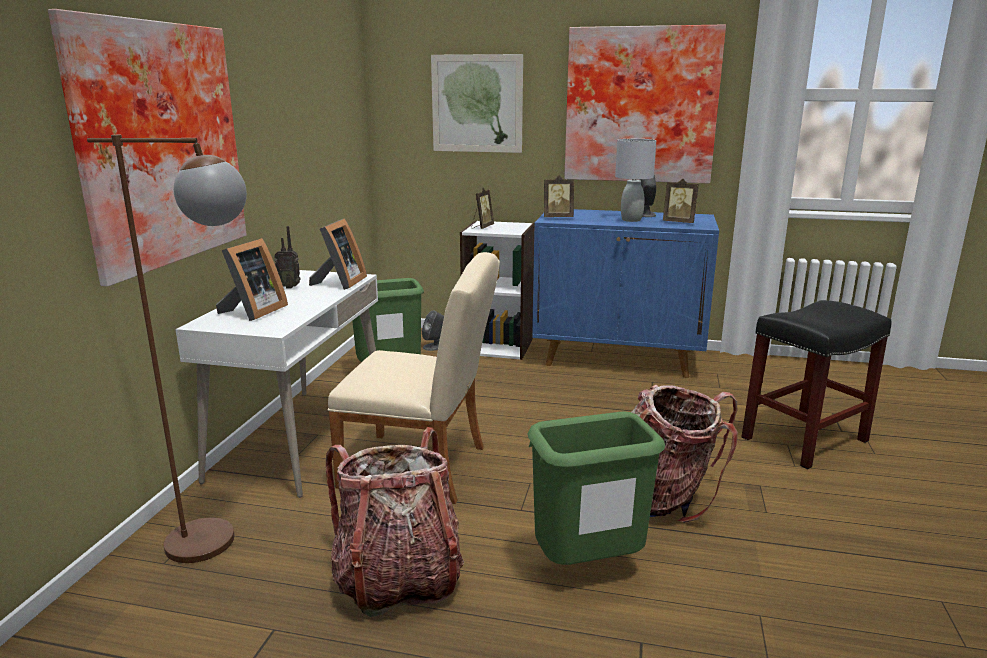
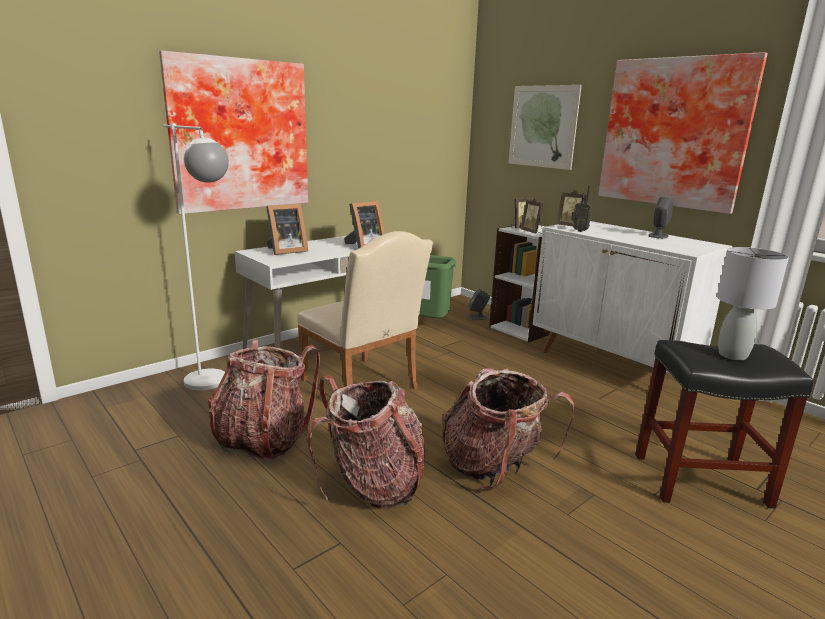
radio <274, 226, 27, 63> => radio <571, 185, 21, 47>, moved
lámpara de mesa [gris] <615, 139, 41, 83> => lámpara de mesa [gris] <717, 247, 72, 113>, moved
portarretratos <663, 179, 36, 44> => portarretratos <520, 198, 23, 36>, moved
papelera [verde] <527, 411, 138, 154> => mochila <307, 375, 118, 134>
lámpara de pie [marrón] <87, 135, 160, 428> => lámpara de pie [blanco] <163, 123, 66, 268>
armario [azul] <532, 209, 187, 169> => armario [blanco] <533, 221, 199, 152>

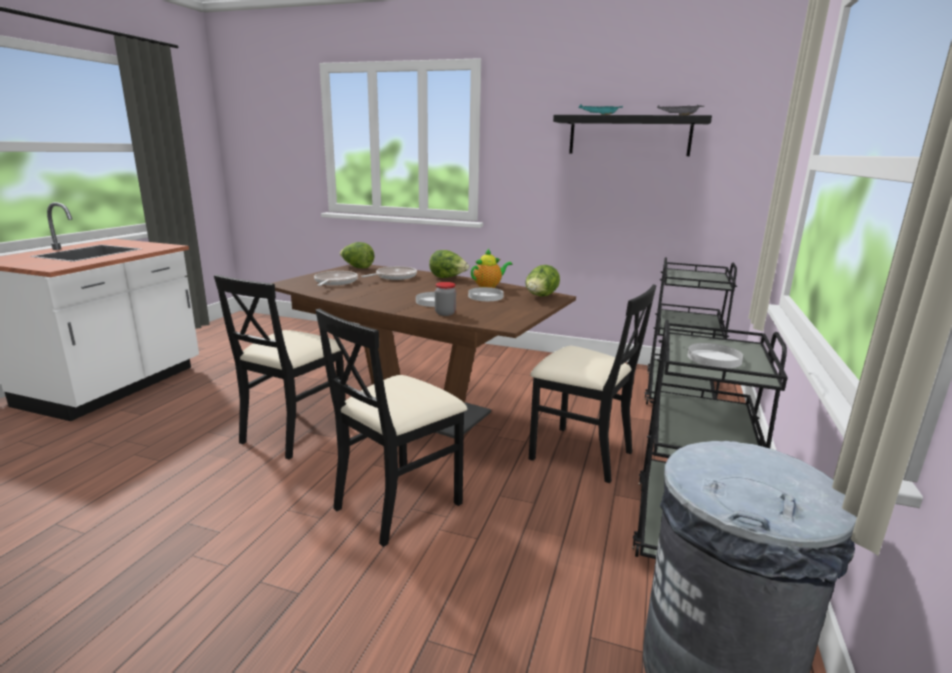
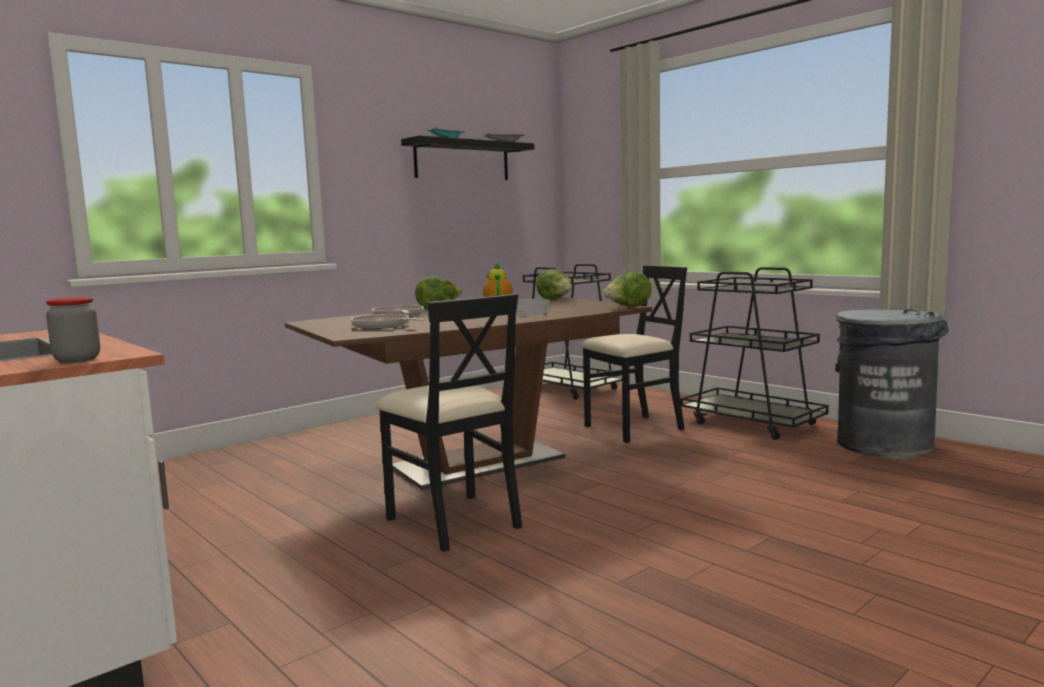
silla [negro] <315, 309, 152, 238> => nothing
lechuga <340, 242, 35, 27> => lechuga <603, 272, 49, 35>, moved
tarro <435, 282, 21, 34> => tarro <46, 297, 54, 66>, moved

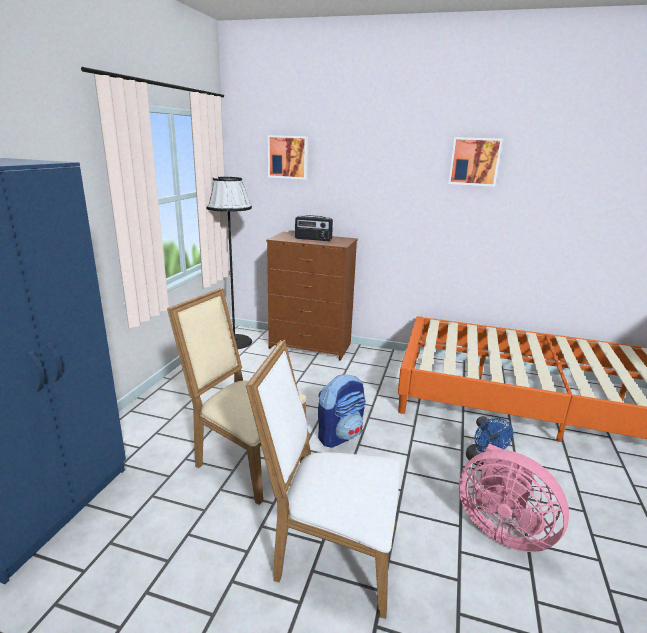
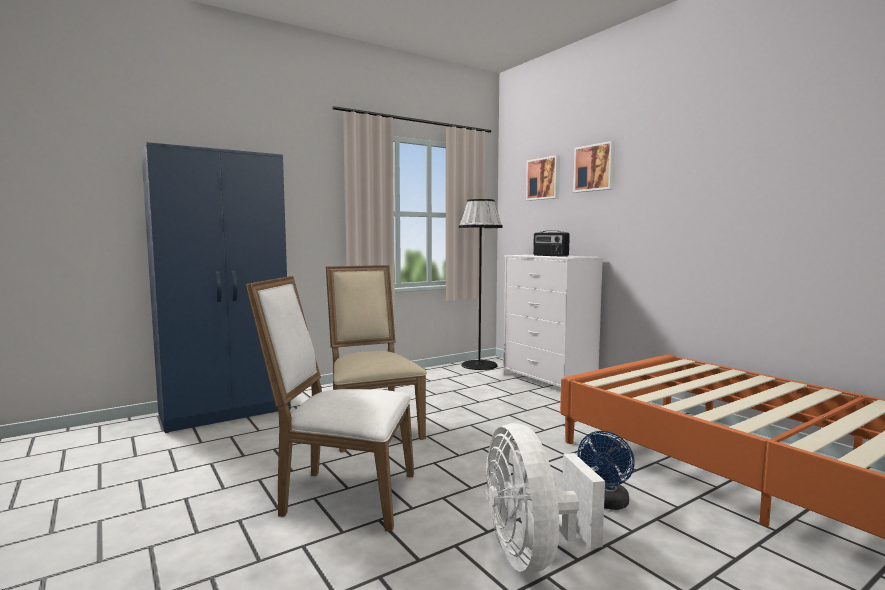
mochila <318, 374, 48, 74> => nothing
cuadro <448, 137, 55, 50> => cuadro <573, 141, 42, 52>, moved
cómoda [marrón] <266, 232, 92, 129> => cómoda [blanco] <503, 255, 100, 132>
ventilador [rosa] <459, 444, 110, 108> => ventilador [blanco] <486, 423, 119, 150>
silla [blanco] <246, 340, 154, 279> => silla [blanco] <245, 276, 169, 256>, 45 degrees counterclockwise

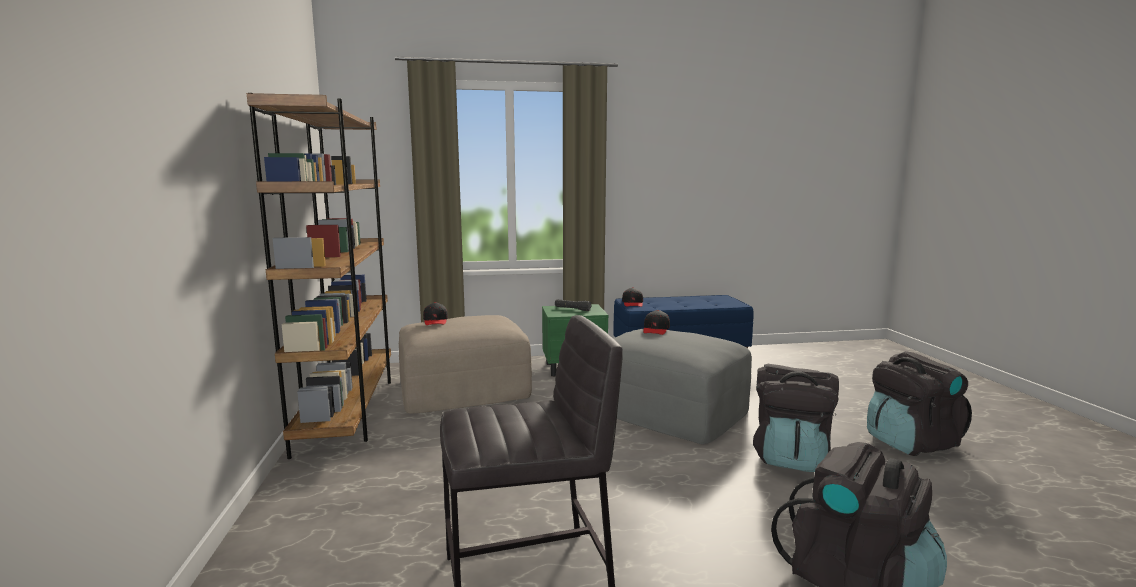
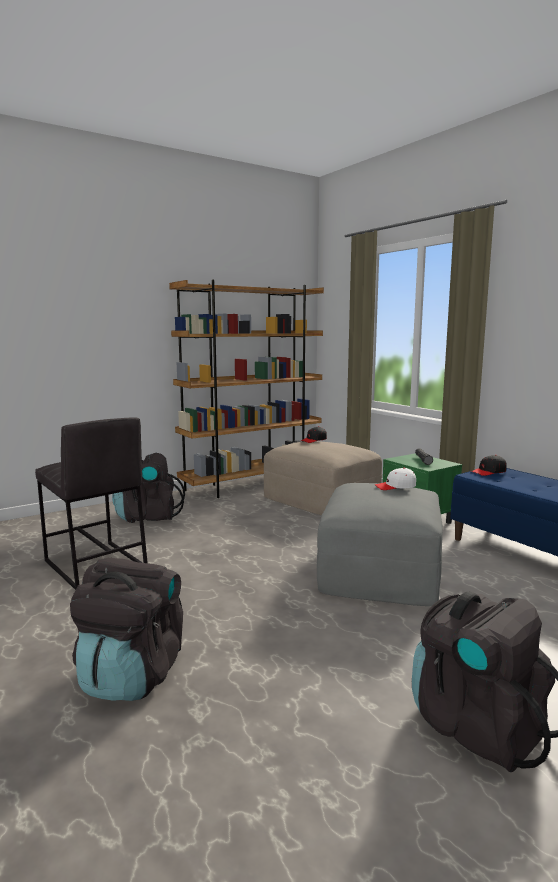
mochila [negro] <753, 364, 86, 108> => mochila [negro] <112, 453, 73, 70>, moved
gorra [negro] <643, 310, 27, 25> => gorra [blanco] <375, 468, 41, 22>

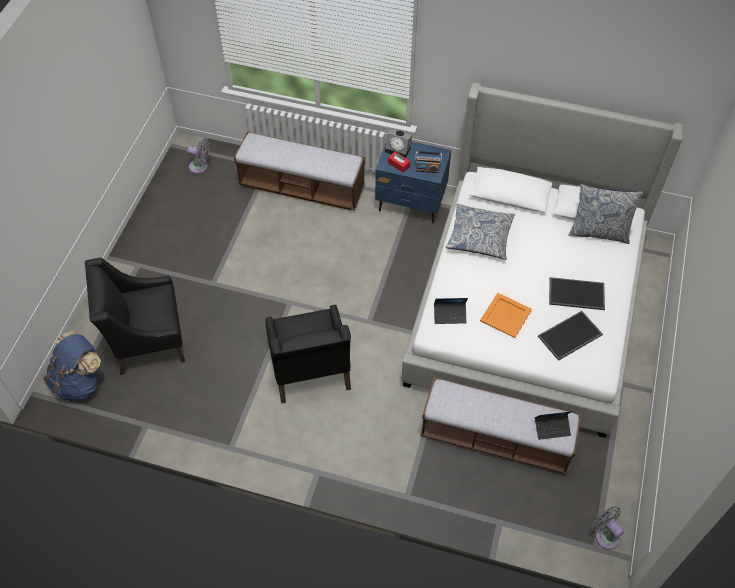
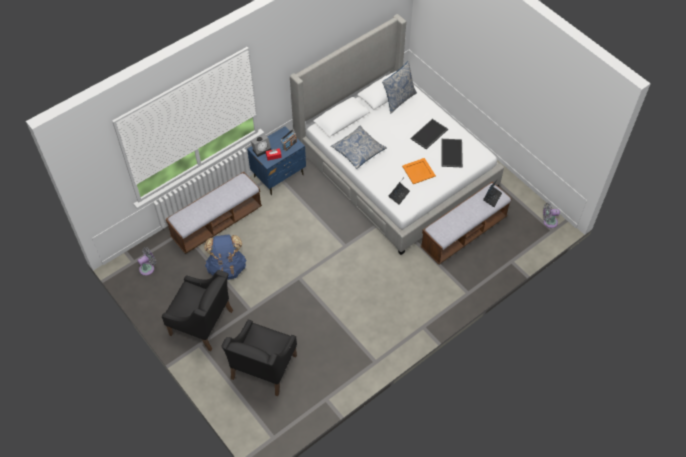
mochila [azul] <44, 330, 57, 71> => mochila [azul] <204, 235, 42, 45>, moved
sillón [negro] <265, 305, 86, 99> => sillón [negro] <162, 270, 71, 81>, moved

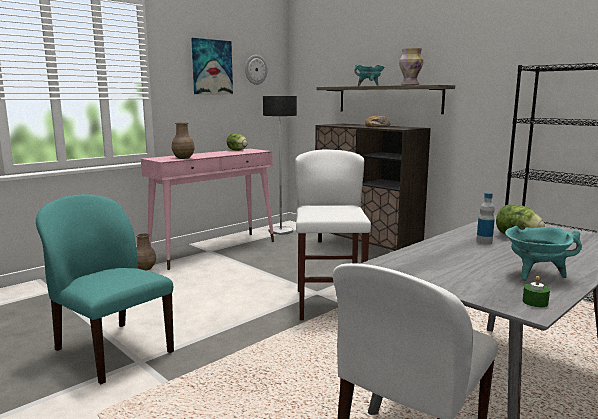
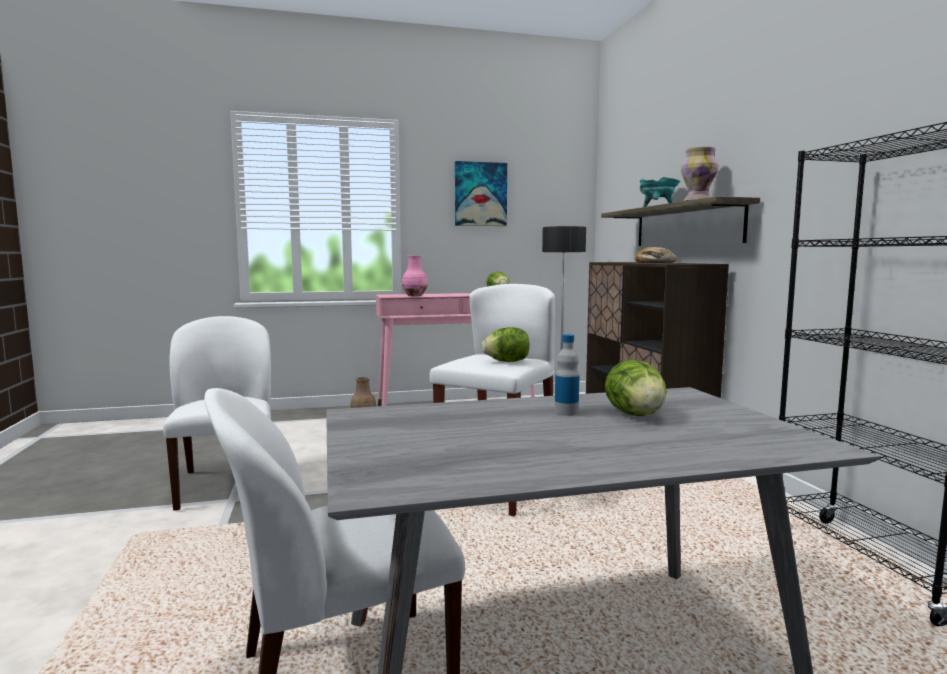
reloj de pared <245, 55, 23, 30> => nothing
olla [turquesa] <505, 226, 77, 55> => nothing
vela [verde] <522, 276, 28, 31> => nothing
nothing => lechuga <482, 327, 48, 35>
silla [turquesa] <36, 194, 138, 190> => silla [blanco] <163, 316, 108, 194>
florero [marrón] <172, 123, 23, 36> => florero [rosa] <402, 255, 26, 41>

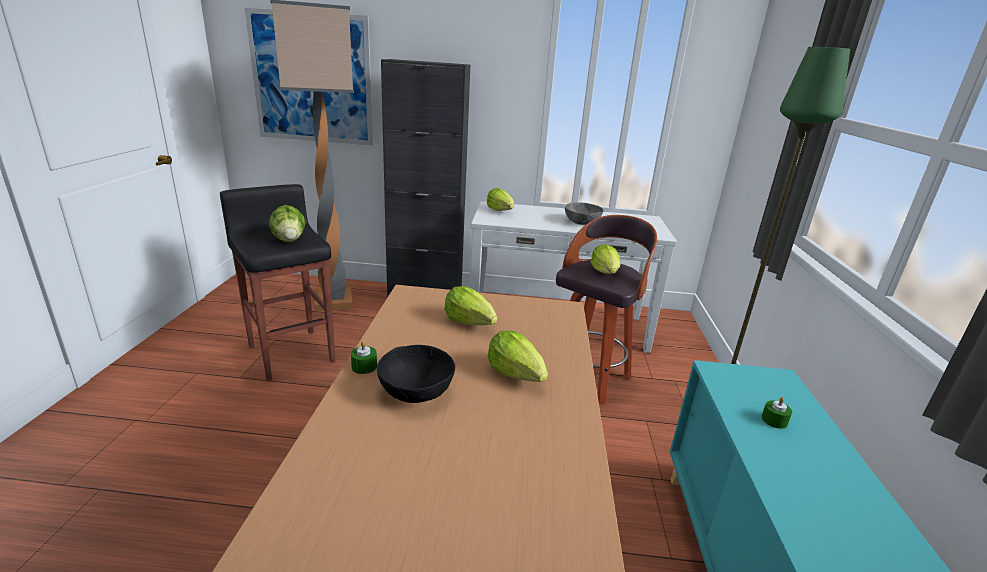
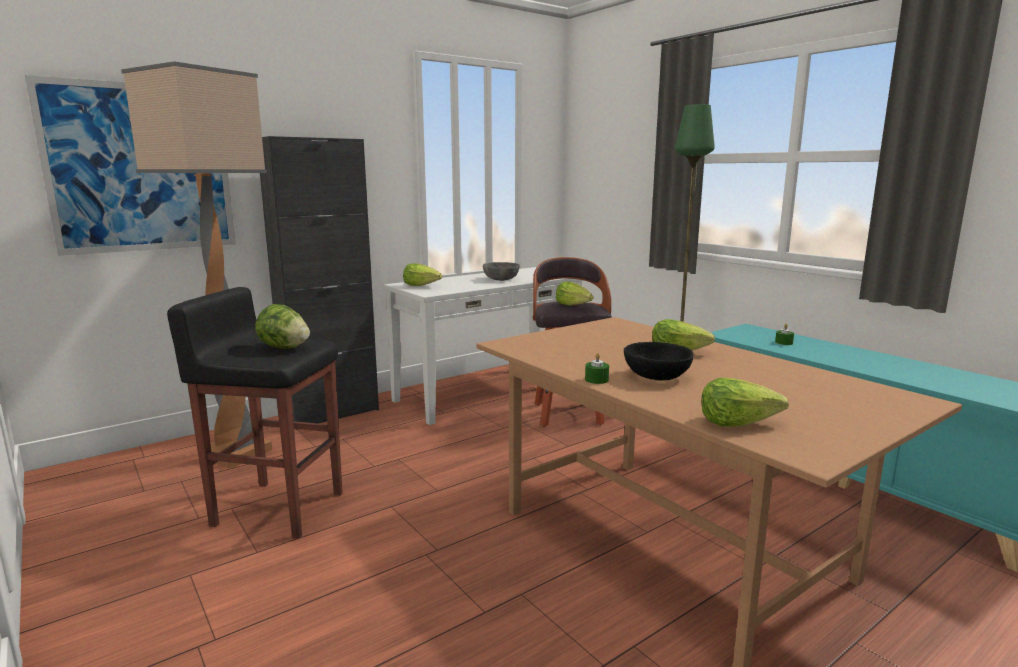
lechuga <444, 286, 54, 39> => lechuga <701, 378, 88, 48>, moved

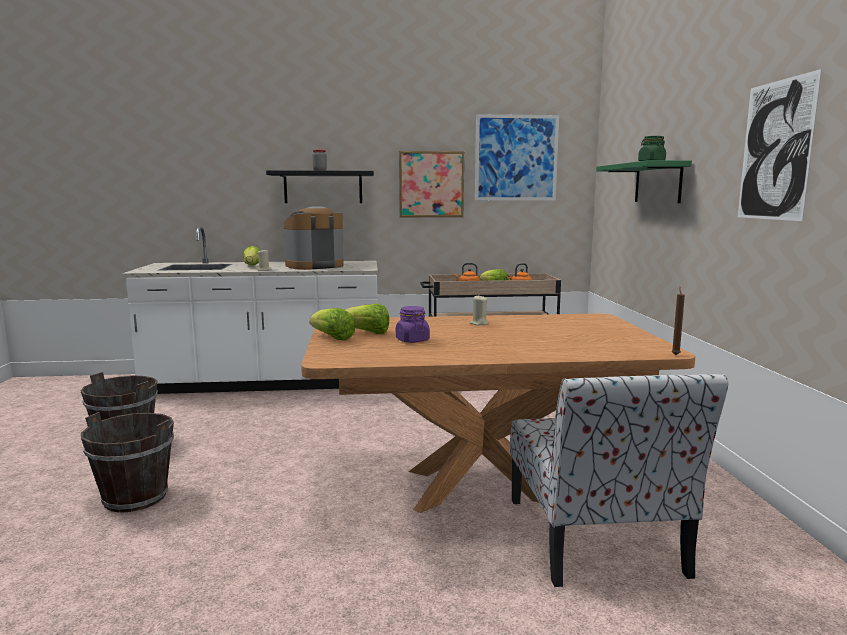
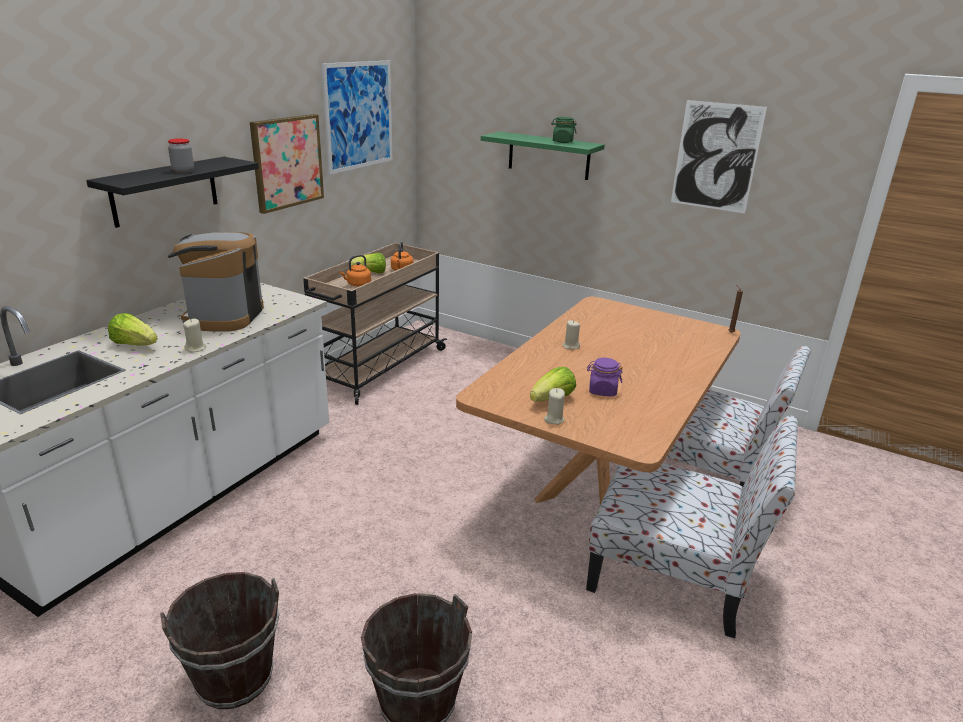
nothing => silla <586, 416, 212, 222>
lechuga <309, 308, 46, 32> => vela [beis] <544, 388, 21, 37>

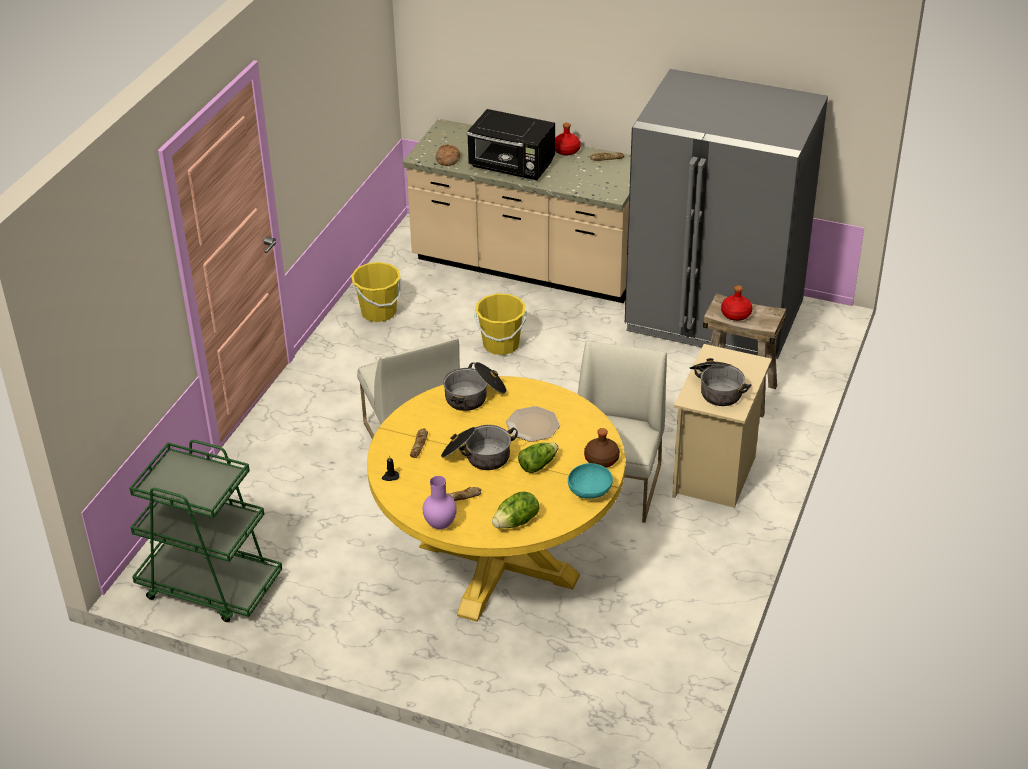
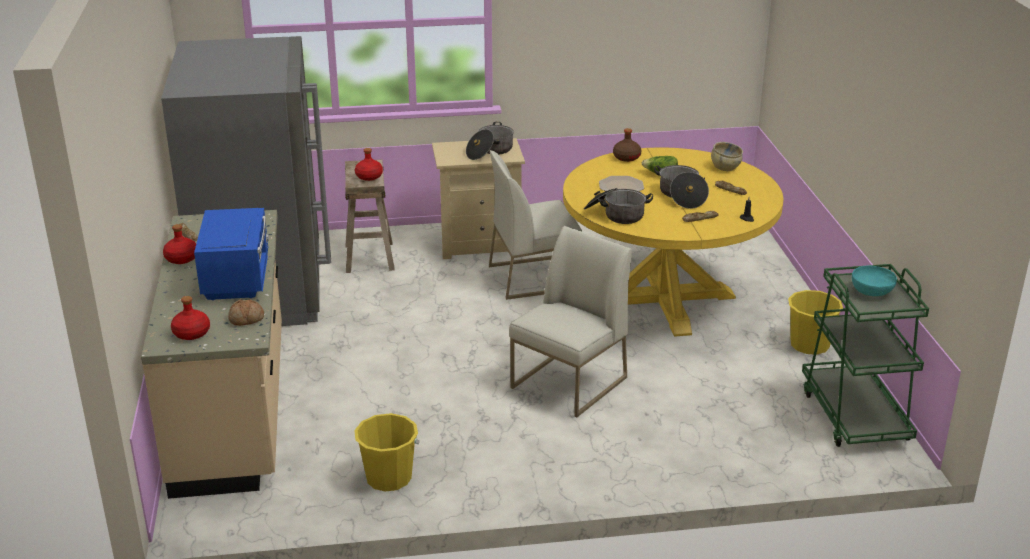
florero [morado] <423, 476, 34, 53> => nothing
nothing => botella [rojo] <171, 296, 39, 44>
cubo [amarillo] <474, 293, 52, 62> => cubo [amarillo] <788, 290, 55, 65>, moved
cuenco [turquesa] <568, 463, 45, 36> => cuenco [turquesa] <852, 266, 45, 30>, moved
lechuga <492, 492, 48, 37> => cuenco [beis] <711, 142, 32, 29>
microondas [negro] <467, 109, 88, 71> => microondas [azul] <194, 208, 75, 92>

